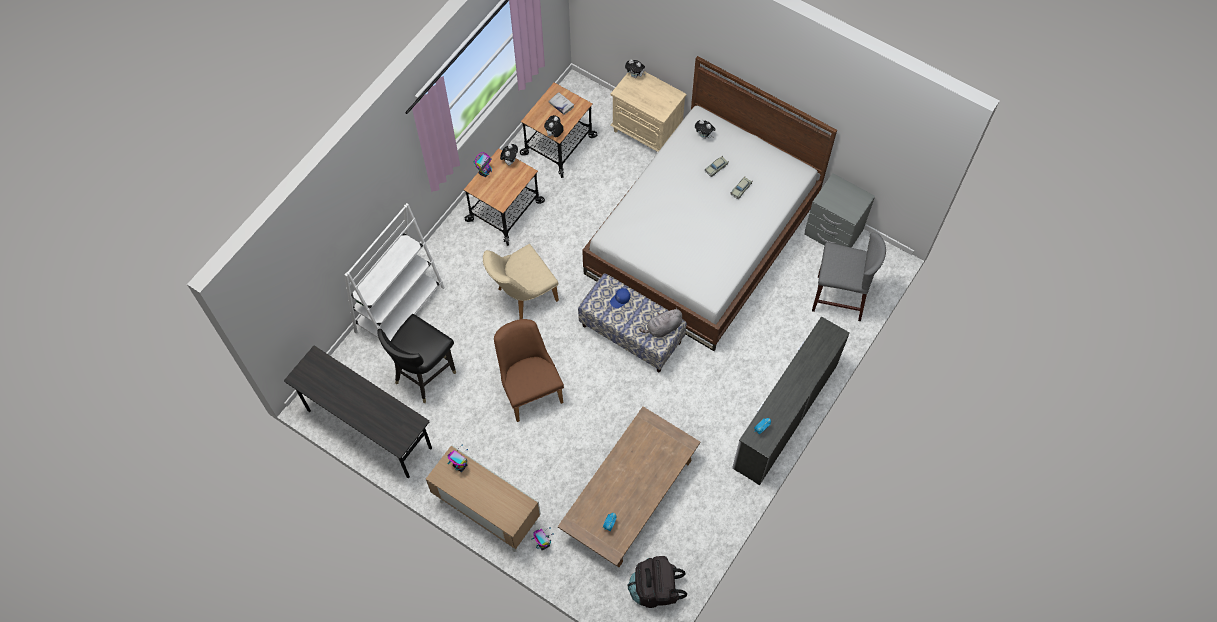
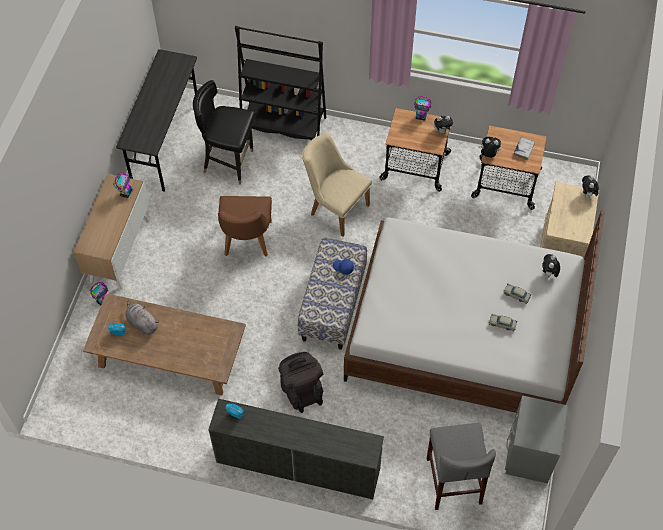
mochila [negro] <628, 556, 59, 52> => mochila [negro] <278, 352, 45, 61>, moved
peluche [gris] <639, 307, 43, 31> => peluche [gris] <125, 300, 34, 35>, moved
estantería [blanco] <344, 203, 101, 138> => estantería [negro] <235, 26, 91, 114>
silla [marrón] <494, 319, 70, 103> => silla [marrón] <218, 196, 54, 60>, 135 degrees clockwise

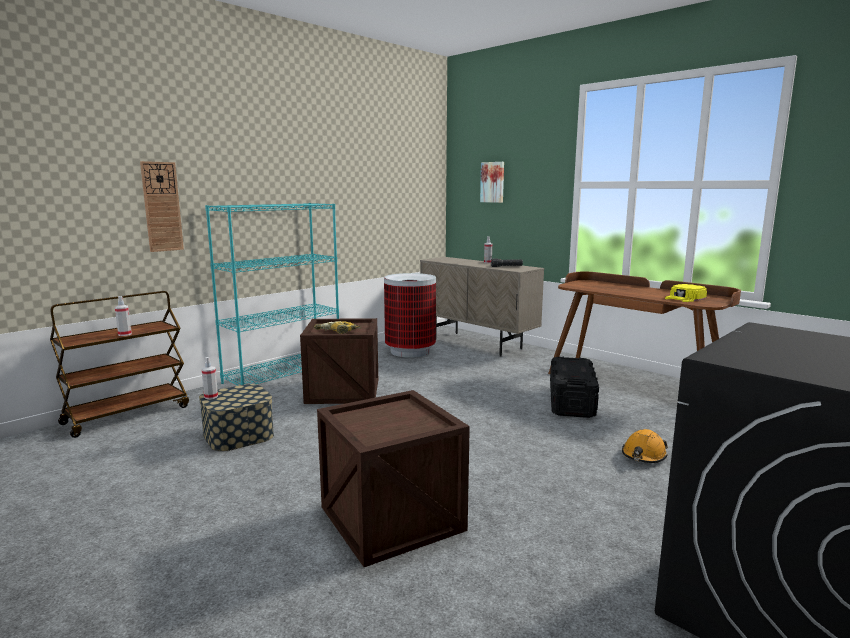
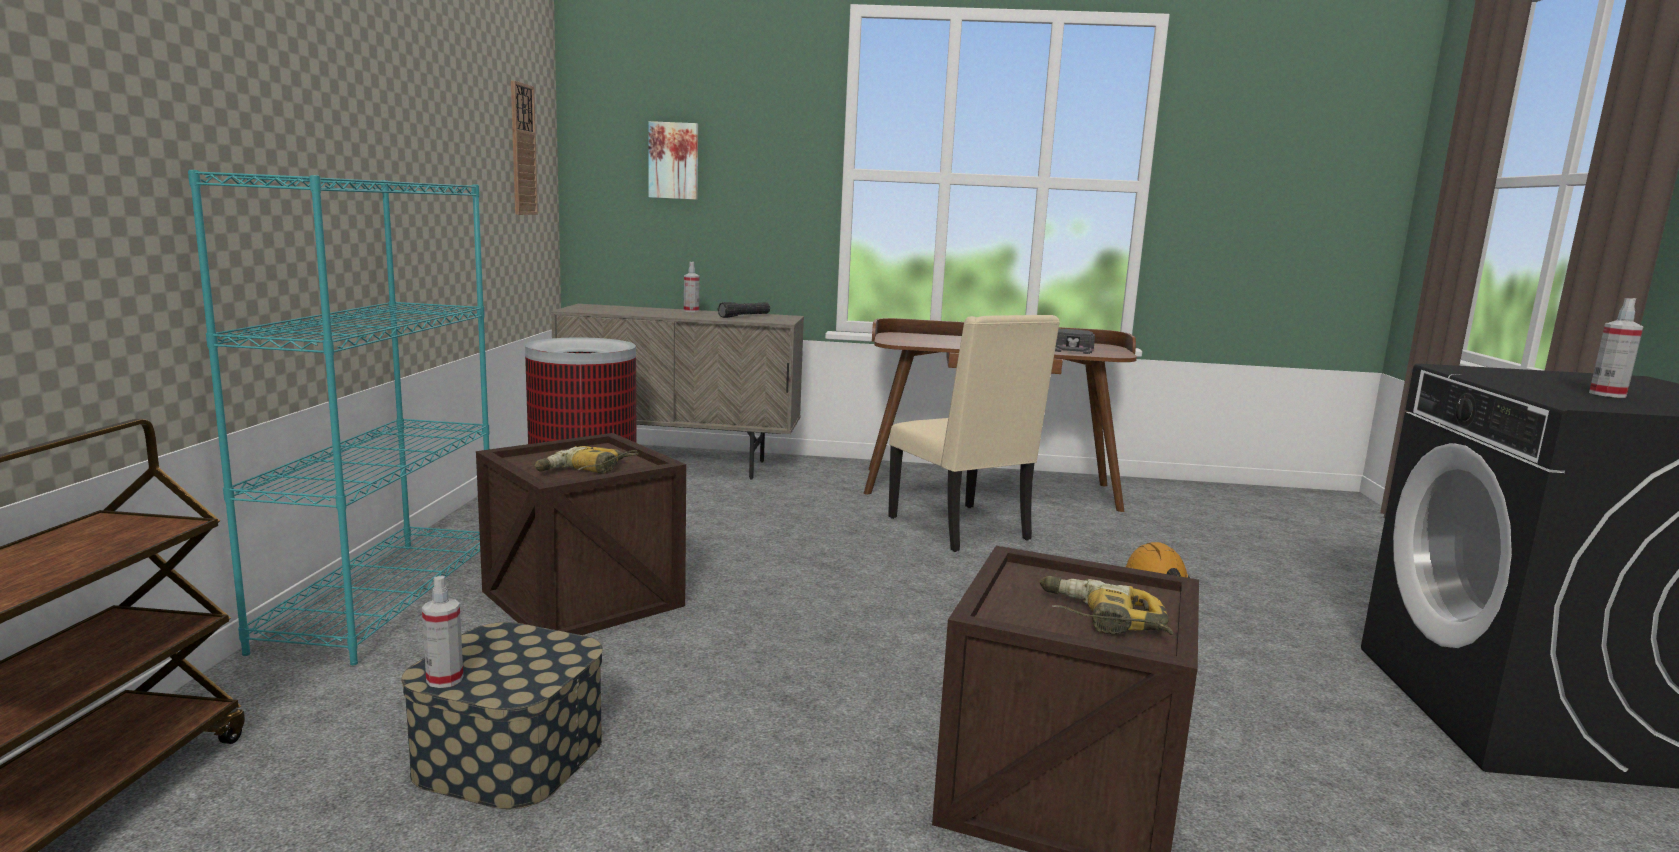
nothing => taladro <1040, 576, 133, 59>
pulverizador <115, 296, 17, 40> => pulverizador <1589, 298, 55, 100>, moved
reloj de pared <140, 161, 44, 91> => reloj de pared <511, 80, 27, 135>, moved
caja de almacenaje [negro] <550, 356, 49, 62> => silla [beis] <888, 315, 172, 237>
gorra [amarillo] <665, 284, 42, 18> => gorra [negro] <1055, 329, 40, 25>

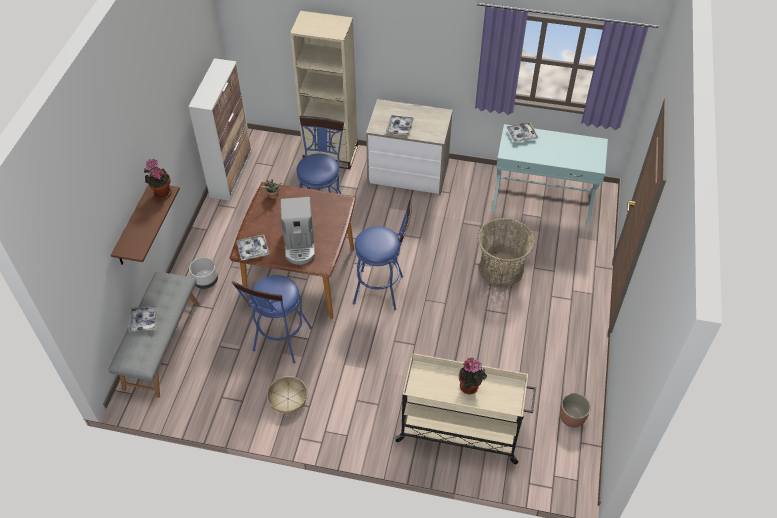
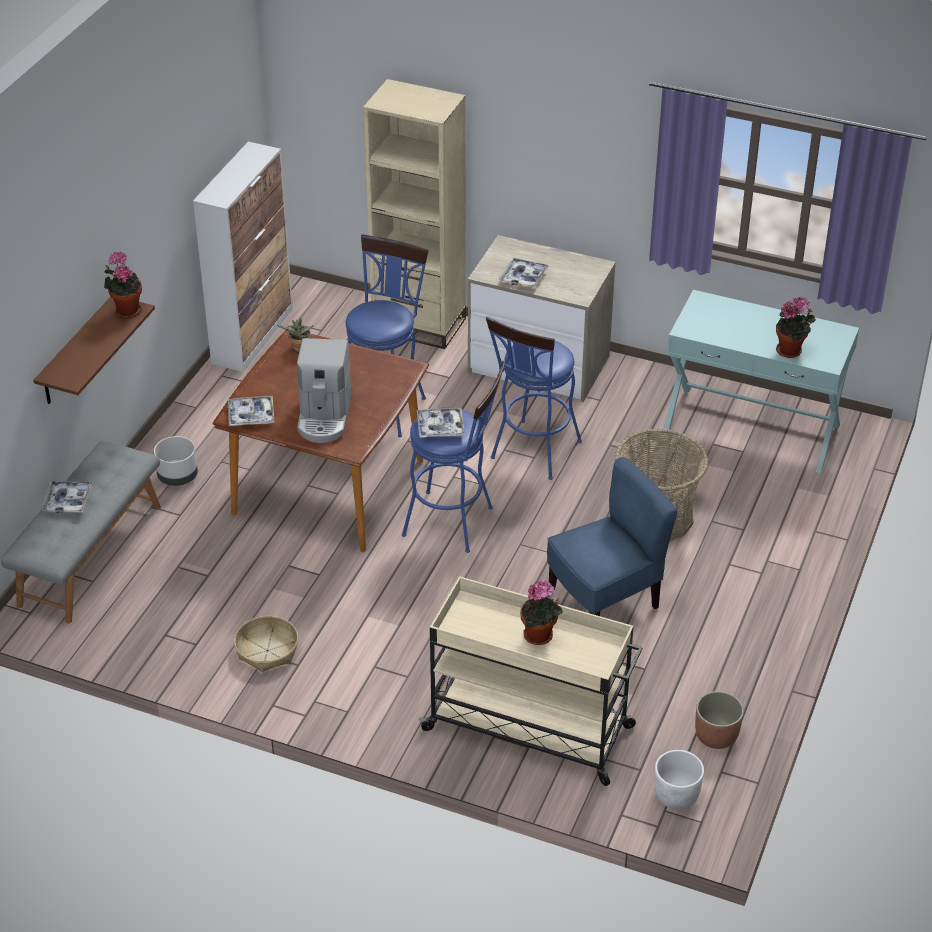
nothing => silla [azul] <547, 457, 131, 159>
nothing => maceta [blanco] <655, 750, 49, 60>
nothing => planta en maceta <776, 297, 40, 61>
taburete [azul] <232, 275, 80, 88> => taburete [azul] <486, 317, 96, 163>, moved
bandeja <507, 122, 31, 21> => bandeja <417, 408, 48, 30>, moved

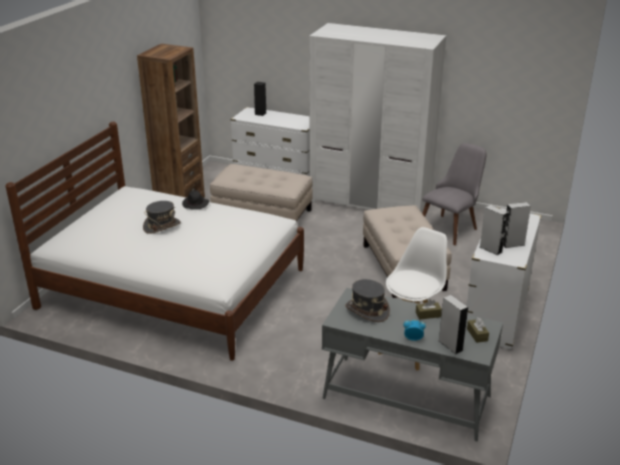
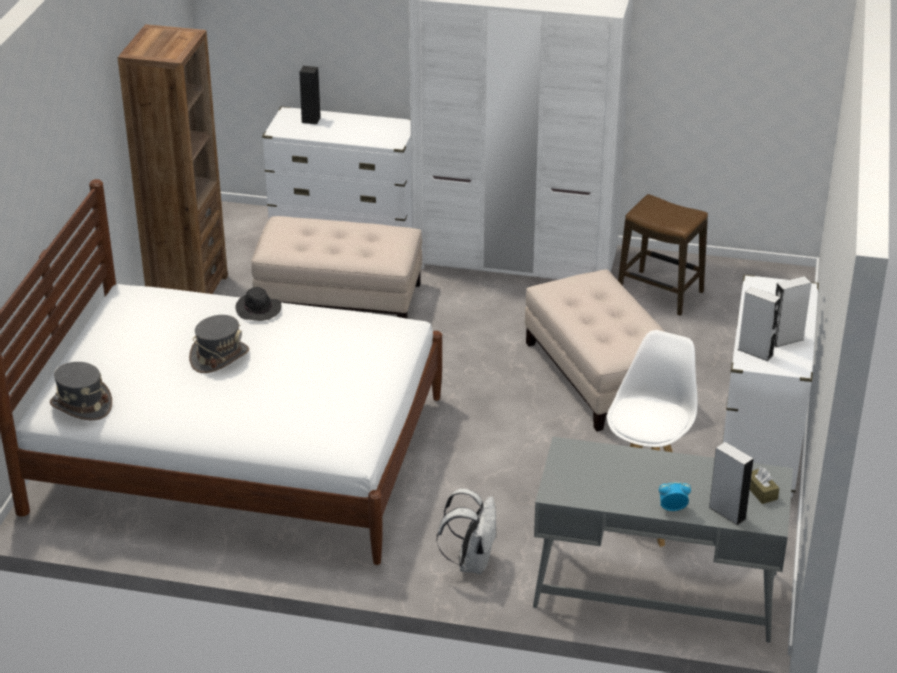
caja de pañuelos [marrón] <416, 299, 26, 21> => nothing
nothing => mochila [blanco] <437, 488, 60, 86>
sombrero [gris] <346, 279, 44, 43> => sombrero [gris] <50, 362, 62, 58>, moved
silla [gris] <422, 143, 65, 102> => taburete <618, 194, 90, 122>

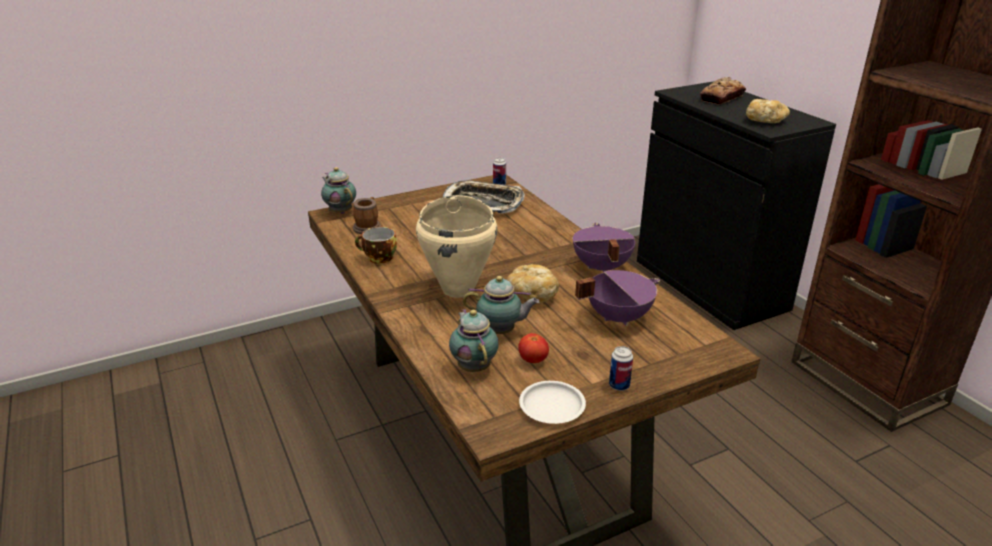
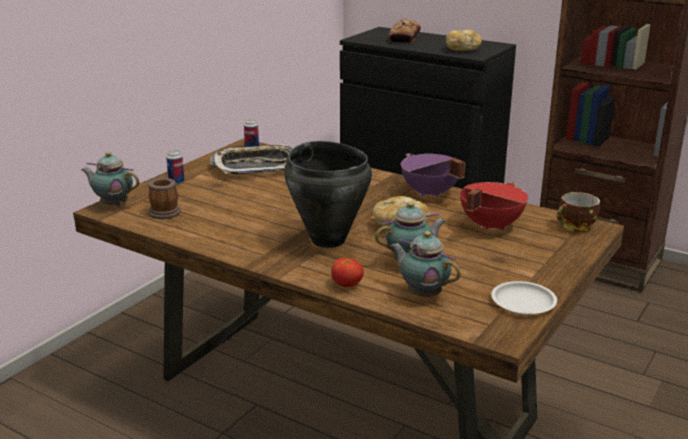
taza <355, 227, 42, 37> => taza <557, 192, 43, 40>, moved
tomate <518, 333, 31, 30> => tomate <331, 258, 33, 29>, moved
lata <609, 346, 24, 45> => lata <166, 150, 18, 35>, moved
olla [beis] <416, 195, 81, 103> => olla [negro] <284, 141, 88, 107>
olla [morado] <575, 270, 85, 56> => olla [rojo] <460, 182, 68, 49>

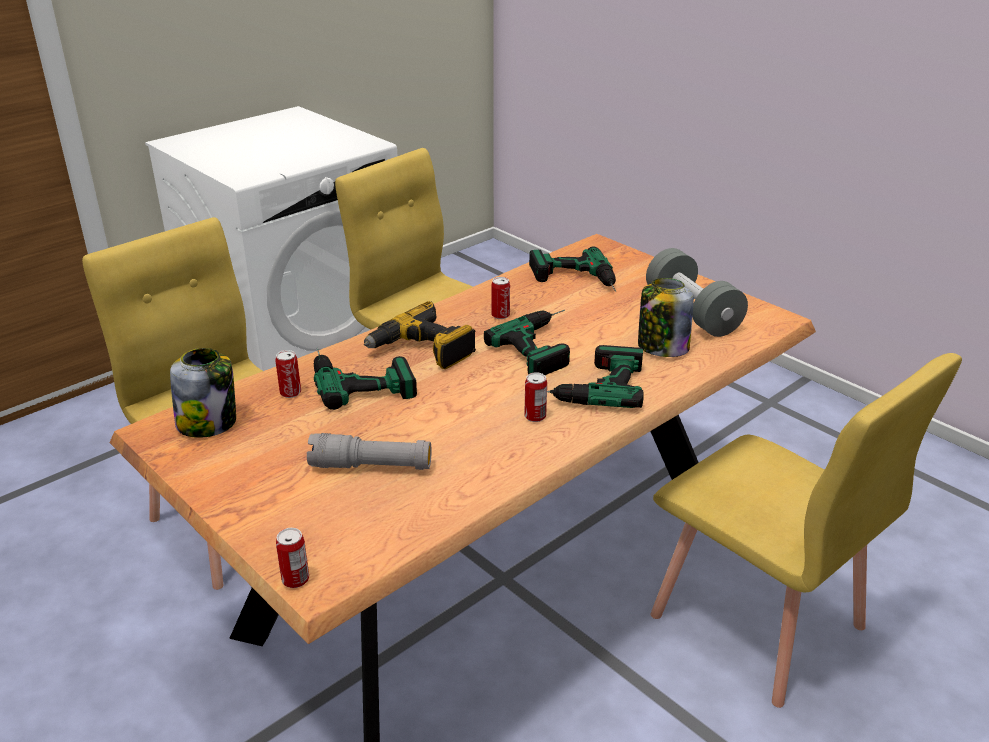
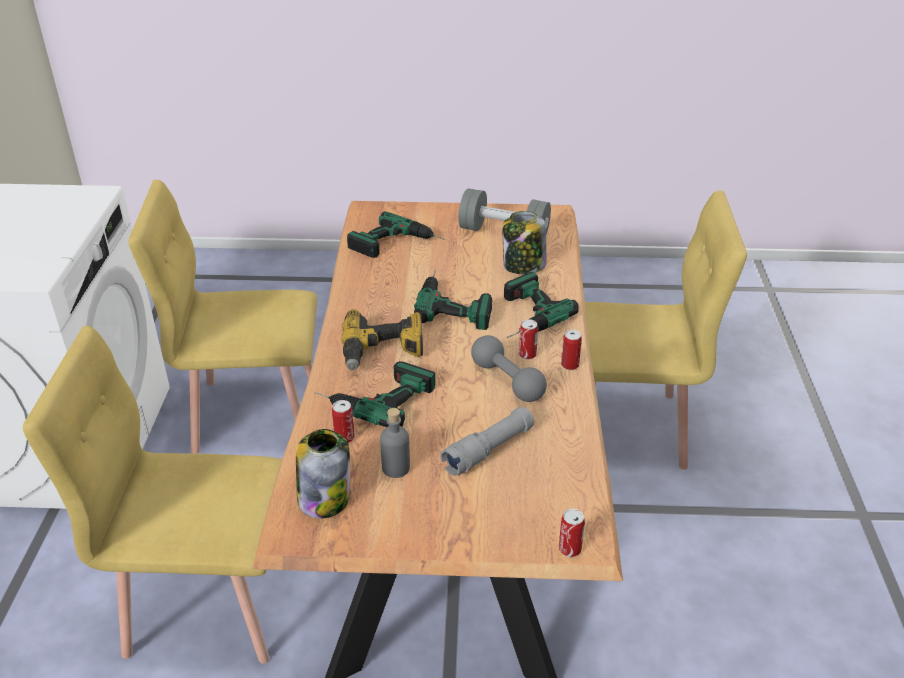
nothing => botella [gris] <380, 408, 30, 70>
nothing => mancuerna [gris] <471, 335, 76, 67>
lata <491, 277, 19, 42> => lata <561, 330, 21, 40>, moved

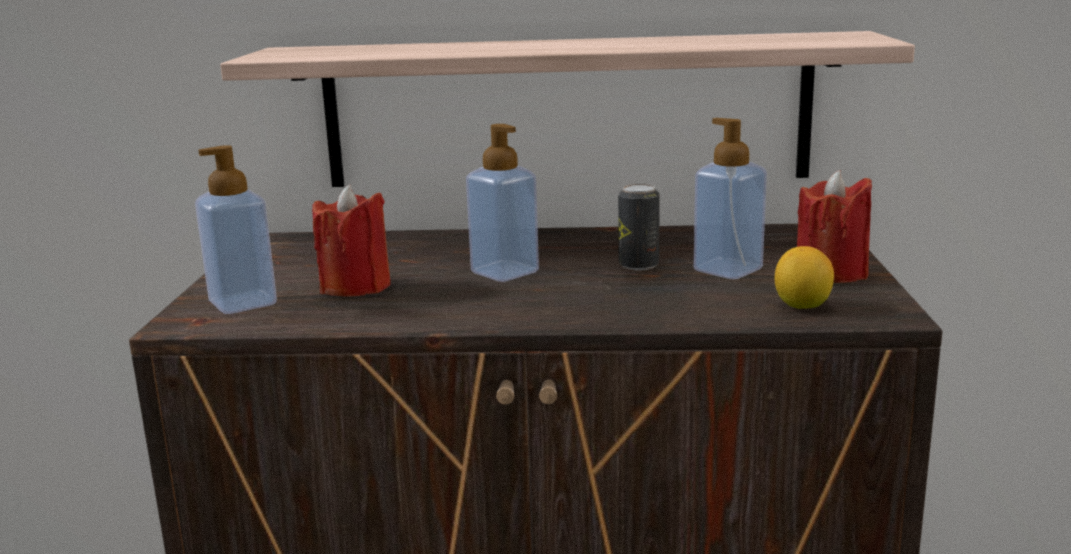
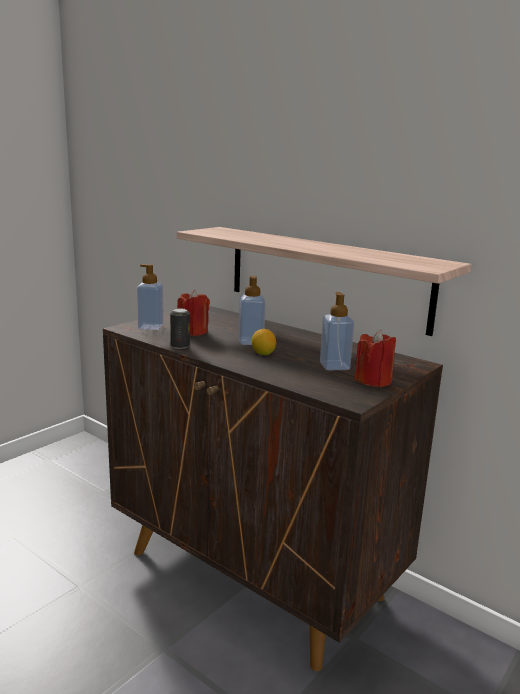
lata <618, 184, 42, 86> => lata <170, 308, 20, 41>, moved
limón <775, 246, 59, 63> => limón <252, 329, 24, 26>, moved

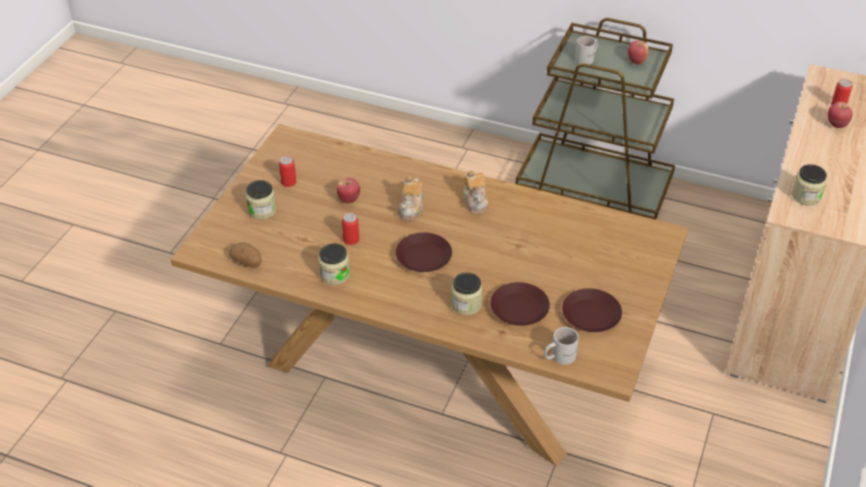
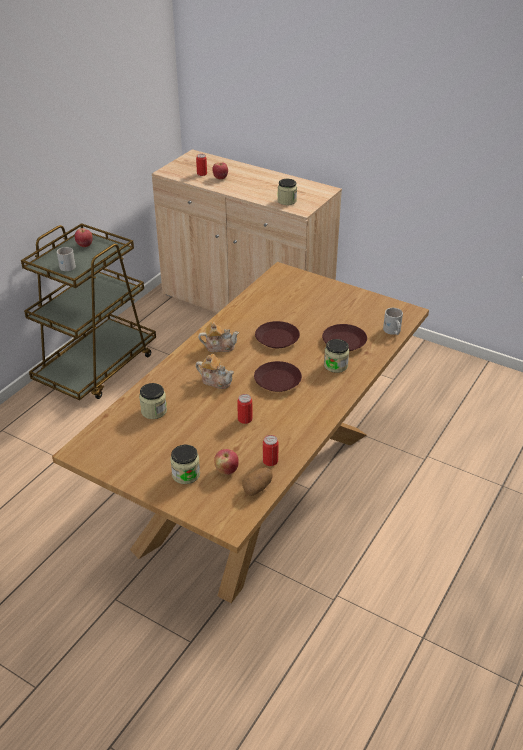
lata <279, 156, 18, 31> => lata <263, 435, 15, 31>, moved
tarro <318, 243, 32, 42> => tarro <139, 383, 28, 36>, moved
manzana <336, 178, 24, 25> => manzana <214, 449, 25, 26>, moved
plato [marrón] <562, 288, 60, 44> => plato [marrón] <255, 321, 45, 27>, moved

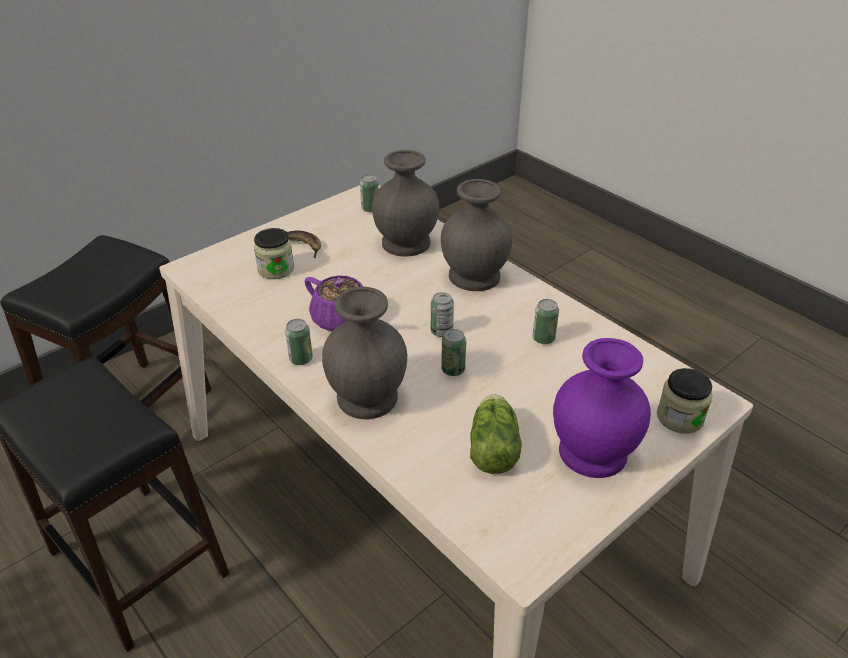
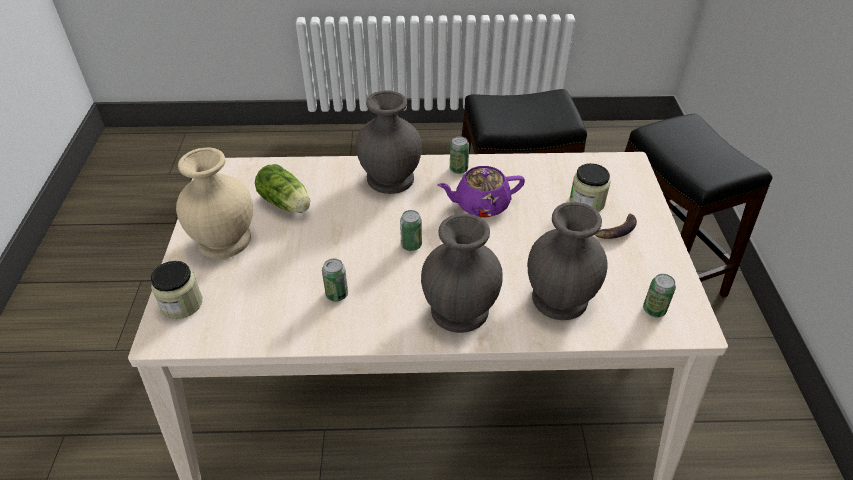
lata <441, 329, 25, 47> => nothing
florero [morado] <553, 338, 98, 140> => florero [beis] <176, 147, 77, 112>

